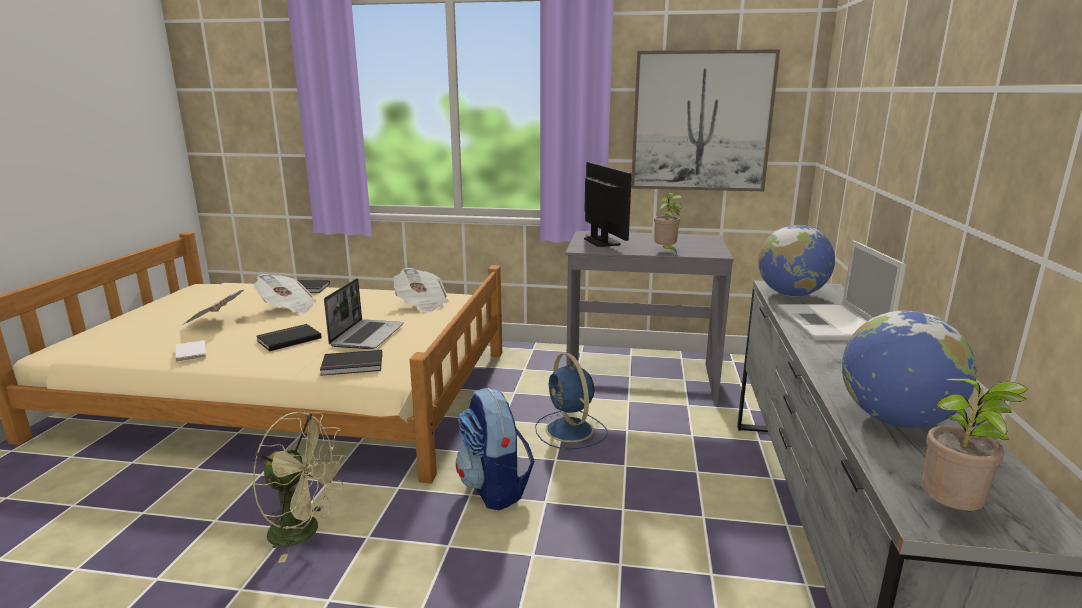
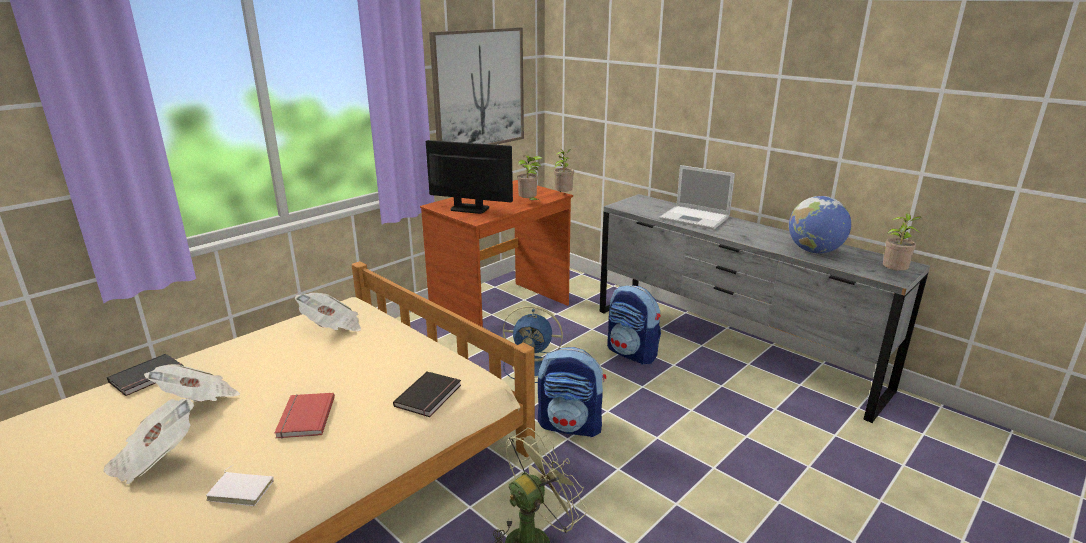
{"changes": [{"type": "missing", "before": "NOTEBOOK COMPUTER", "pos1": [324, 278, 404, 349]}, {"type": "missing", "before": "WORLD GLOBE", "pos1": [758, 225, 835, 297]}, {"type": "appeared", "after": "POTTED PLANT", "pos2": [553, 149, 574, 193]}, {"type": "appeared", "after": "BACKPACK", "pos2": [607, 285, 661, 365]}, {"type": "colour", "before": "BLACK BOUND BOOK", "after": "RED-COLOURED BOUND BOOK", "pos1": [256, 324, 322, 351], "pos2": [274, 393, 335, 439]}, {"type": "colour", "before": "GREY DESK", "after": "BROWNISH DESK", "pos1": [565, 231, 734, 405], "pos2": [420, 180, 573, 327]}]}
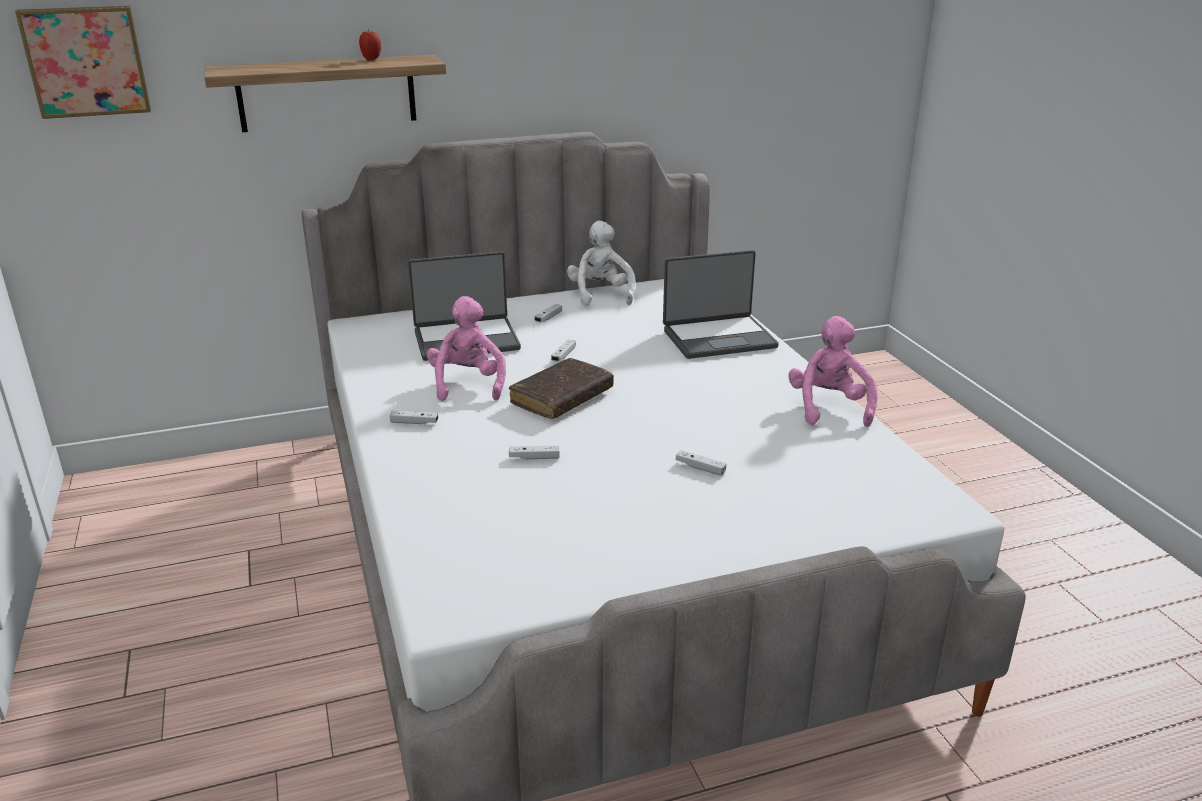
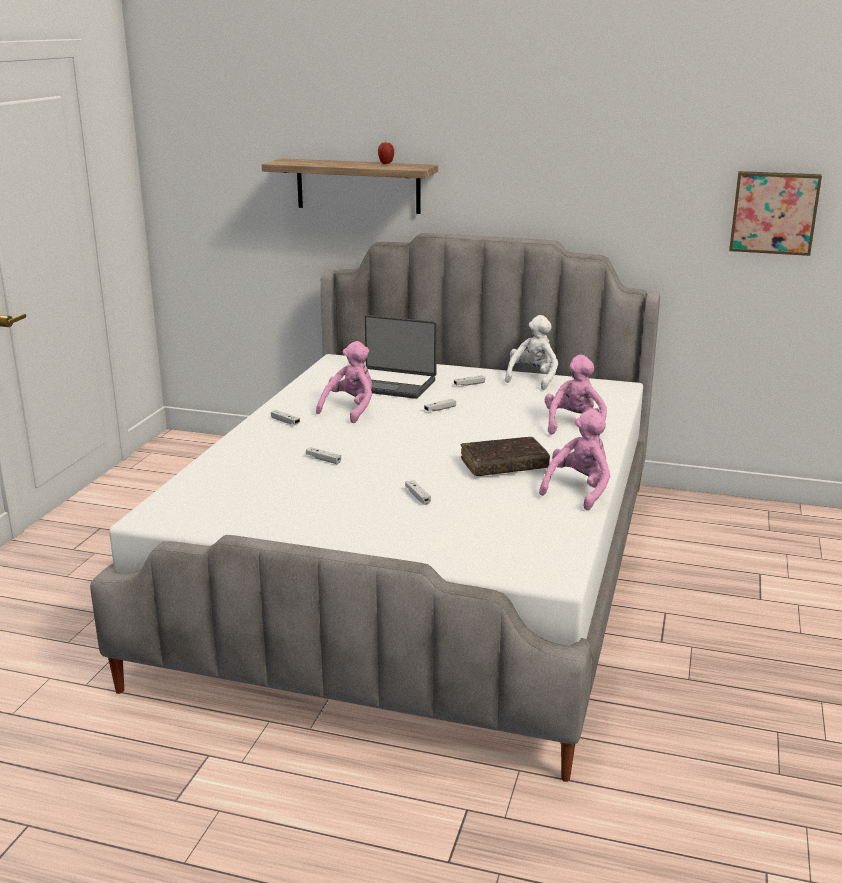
{"changes": [{"type": "relocated", "before": "WALL ART", "pos1": [15, 6, 151, 119], "pos2": [729, 171, 822, 256]}, {"type": "relocated", "before": "BROWNISH BOUND BOOK", "pos1": [509, 358, 614, 419], "pos2": [461, 437, 550, 476]}, {"type": "exchanged", "before": "NOTEBOOK COMPUTER", "after": "PINKISH PLUSH TOY", "pos1": [663, 250, 779, 359], "pos2": [545, 355, 607, 435]}]}
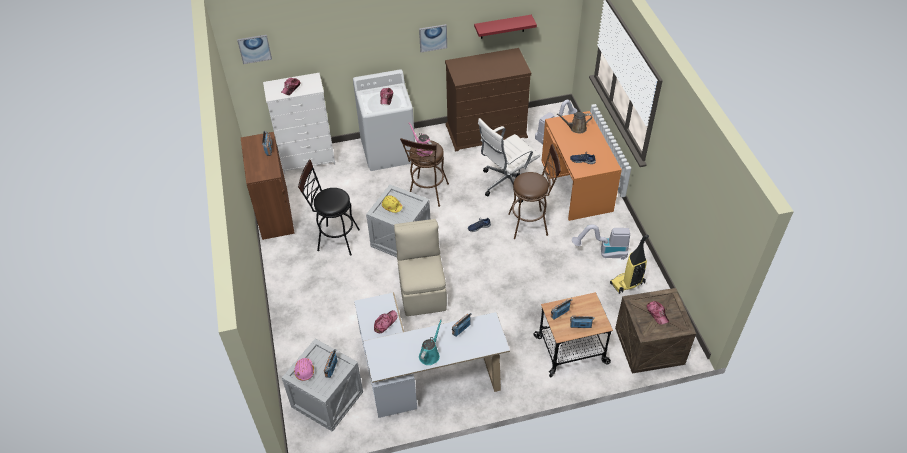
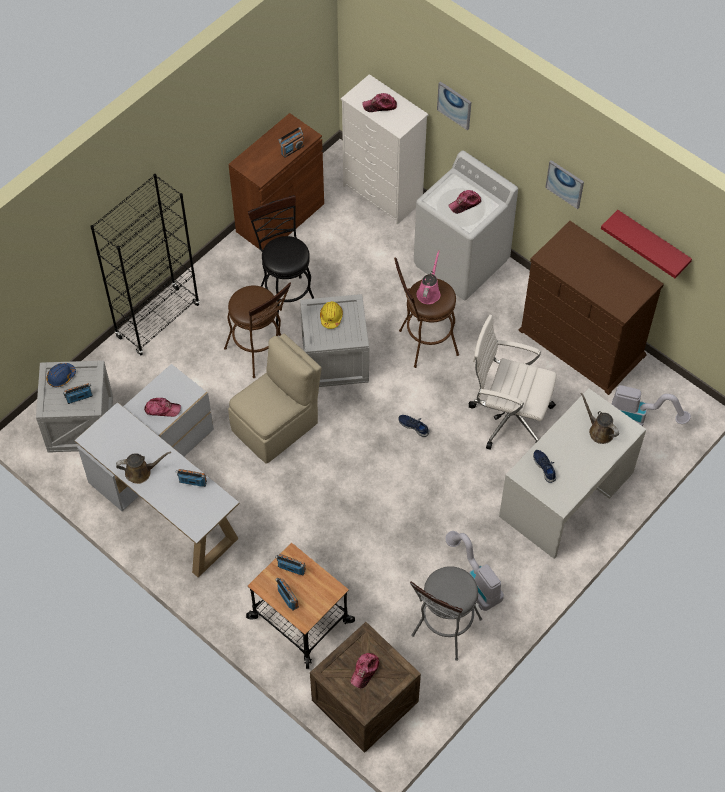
{"changes": [{"type": "appeared", "after": "BLACK BOOKSHELF", "pos2": [90, 174, 200, 355]}, {"type": "relocated", "before": "WALL ART", "pos1": [237, 35, 272, 64], "pos2": [437, 81, 471, 130]}, {"type": "relocated", "before": "BROWNISH STOOL SEAT", "pos1": [508, 144, 561, 239], "pos2": [224, 282, 291, 378]}, {"type": "exchanged", "before": "HOOVER", "after": "GREY STOOL SEAT", "pos1": [610, 235, 649, 294], "pos2": [410, 566, 482, 661]}, {"type": "colour", "before": "PINKISH SAFETY HELMET", "after": "BLUE-COLOURED SAFETY HELMET", "pos1": [294, 358, 314, 381], "pos2": [46, 363, 76, 387]}, {"type": "colour", "before": "TURQUOISE WATERING CAN", "after": "BROWNISH WATERING CAN", "pos1": [419, 319, 442, 365], "pos2": [116, 451, 171, 484]}, {"type": "colour", "before": "ORANGE DESK", "after": "WHITE-COLOURED DESK", "pos1": [542, 111, 622, 221], "pos2": [499, 388, 646, 559]}]}
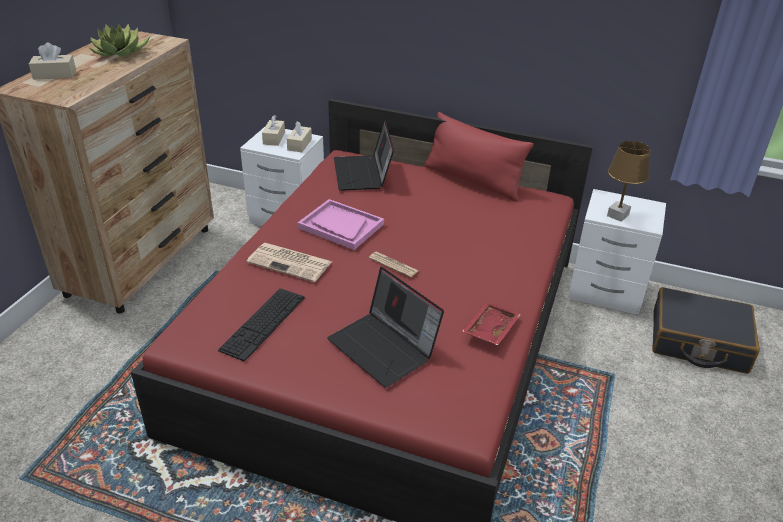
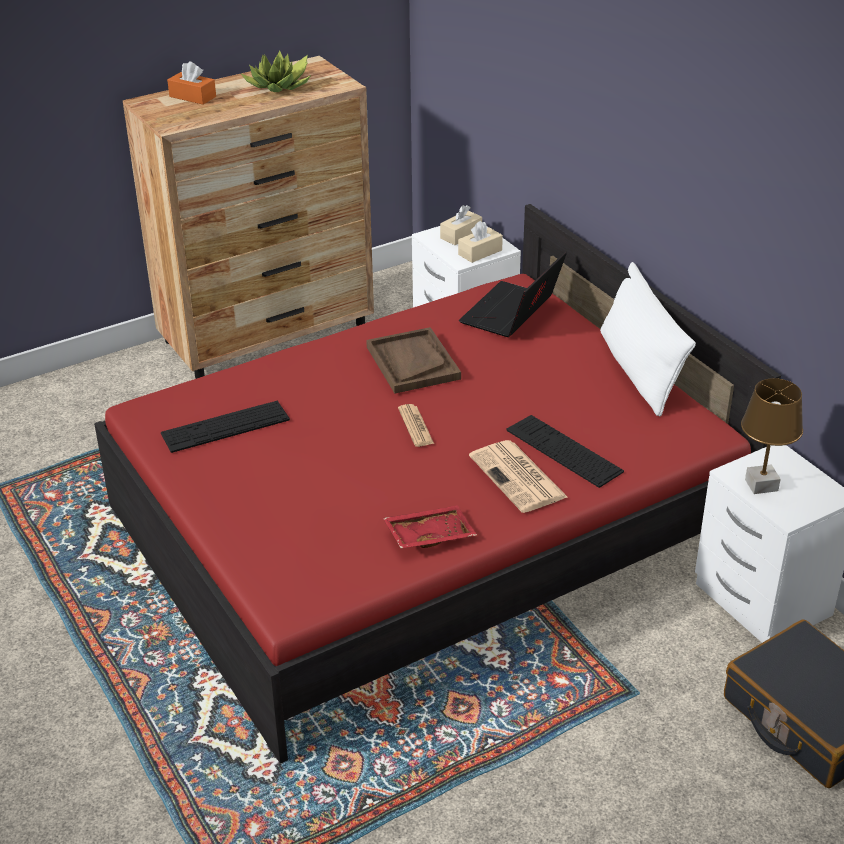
{"changes": [{"type": "missing", "before": "NOTEBOOK COMPUTER", "pos1": [327, 267, 444, 388]}, {"type": "appeared", "after": "COMPUTER KEYBOARD", "pos2": [507, 415, 624, 488]}, {"type": "relocated", "before": "NEWSPAPER", "pos1": [246, 243, 332, 282], "pos2": [469, 440, 567, 513]}, {"type": "colour", "before": "BEIGE-COLOURED BOX OF TISSUES", "after": "ORANGE BOX OF TISSUES", "pos1": [29, 43, 76, 80], "pos2": [167, 61, 216, 105]}, {"type": "colour", "before": "PINKISH SERVING TRAY", "after": "BROWNISH SERVING TRAY", "pos1": [298, 199, 384, 250], "pos2": [366, 327, 461, 394]}, {"type": "colour", "before": "RED-COLOURED THROW PILLOW", "after": "WHITE-COLOURED THROW PILLOW", "pos1": [424, 112, 533, 201], "pos2": [600, 262, 696, 416]}]}
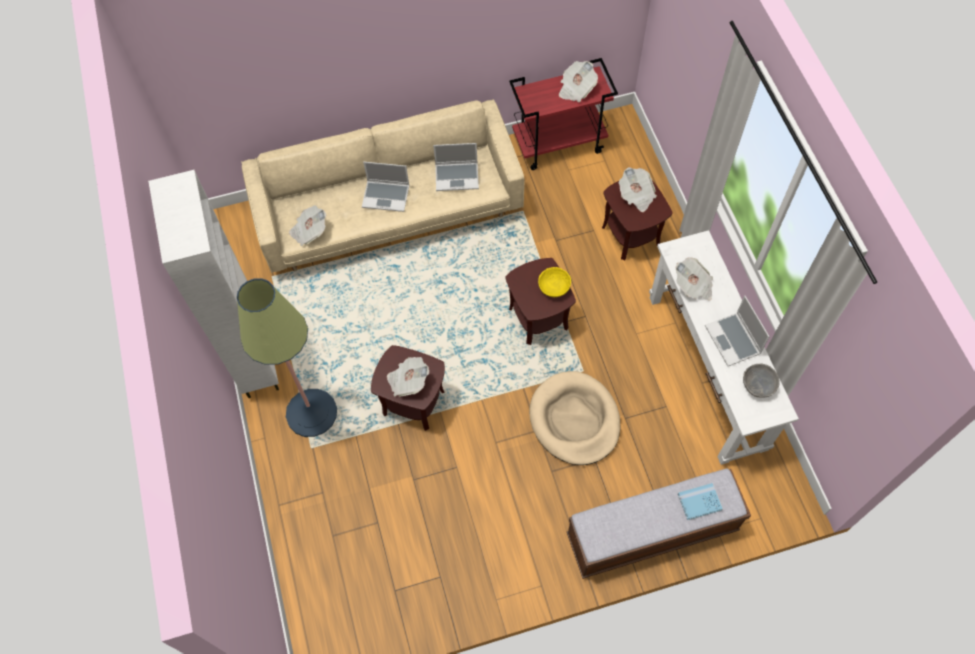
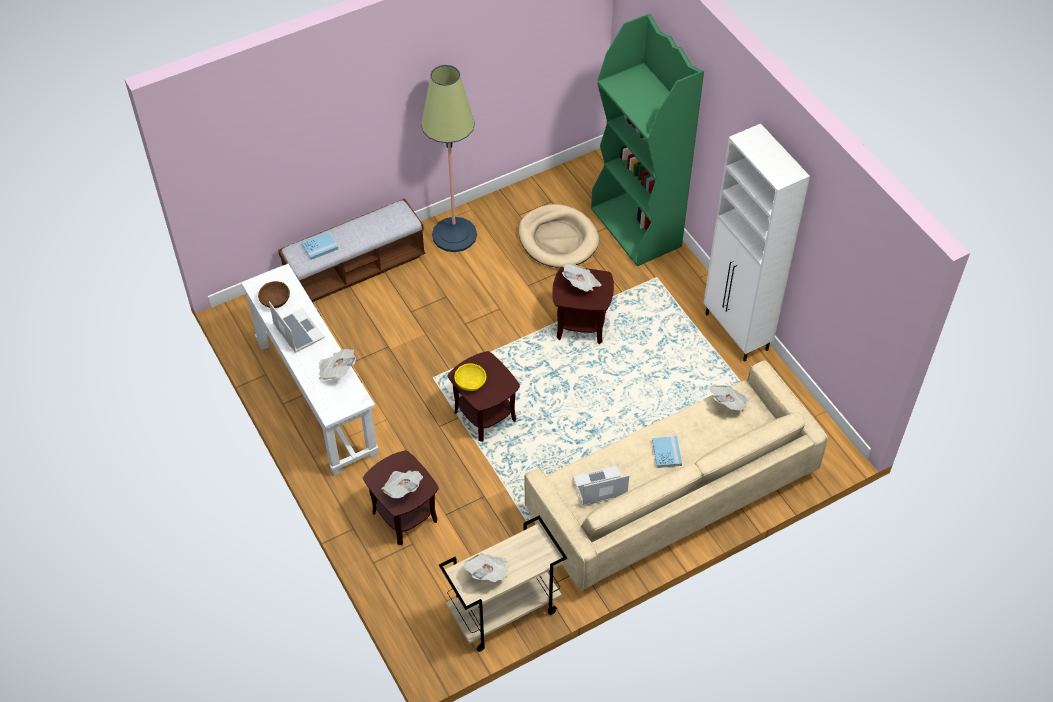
{"changes": [{"type": "appeared", "after": "GREEN-COLOURED BOOKSHELF", "pos2": [591, 14, 704, 266]}, {"type": "relocated", "before": "STANDING LAMP", "pos1": [237, 278, 337, 437], "pos2": [421, 65, 477, 252]}, {"type": "relocated", "before": "BEIGE-COLOURED DOG CUSHION", "pos1": [529, 371, 620, 465], "pos2": [519, 204, 599, 268]}, {"type": "exchanged", "before": "NOTEBOOK COMPUTER", "after": "BLUE-COLOURED BOUND BOOK", "pos1": [362, 162, 409, 212], "pos2": [652, 436, 682, 468]}, {"type": "colour", "before": "RED-COLOURED WHEELED CART", "after": "BEIGE-COLOURED WHEELED CART", "pos1": [509, 58, 618, 170], "pos2": [439, 516, 567, 652]}, {"type": "colour", "before": "GREY BOWL", "after": "BROWNISH BOWL", "pos1": [743, 364, 780, 398], "pos2": [258, 281, 290, 308]}]}
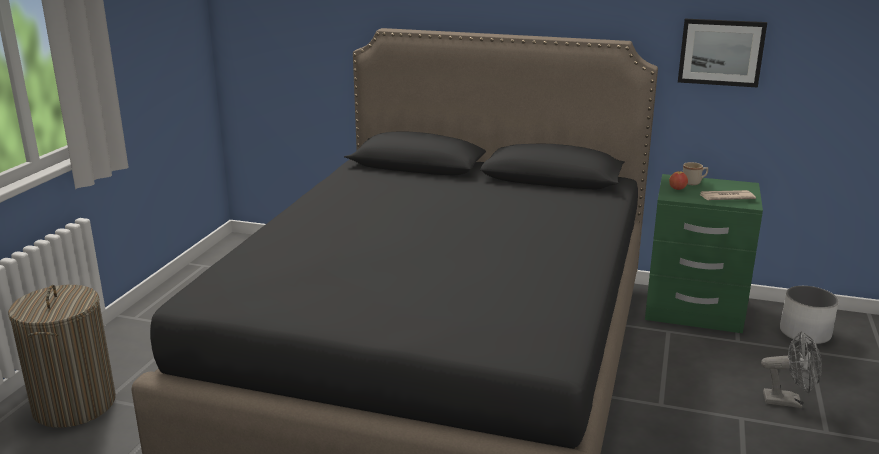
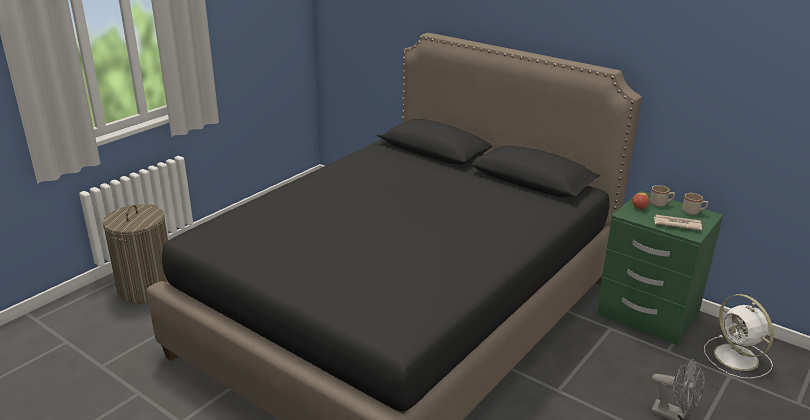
{"changes": [{"type": "missing", "before": "WALL ART", "pos1": [678, 19, 767, 88]}, {"type": "appeared", "after": "BEIGE-COLOURED MUG", "pos2": [682, 193, 708, 215]}, {"type": "exchanged", "before": "WHITE-COLOURED FLOWER POT", "after": "WHITE-COLOURED ELECTRIC FAN", "pos1": [780, 286, 839, 344], "pos2": [704, 294, 774, 379]}]}
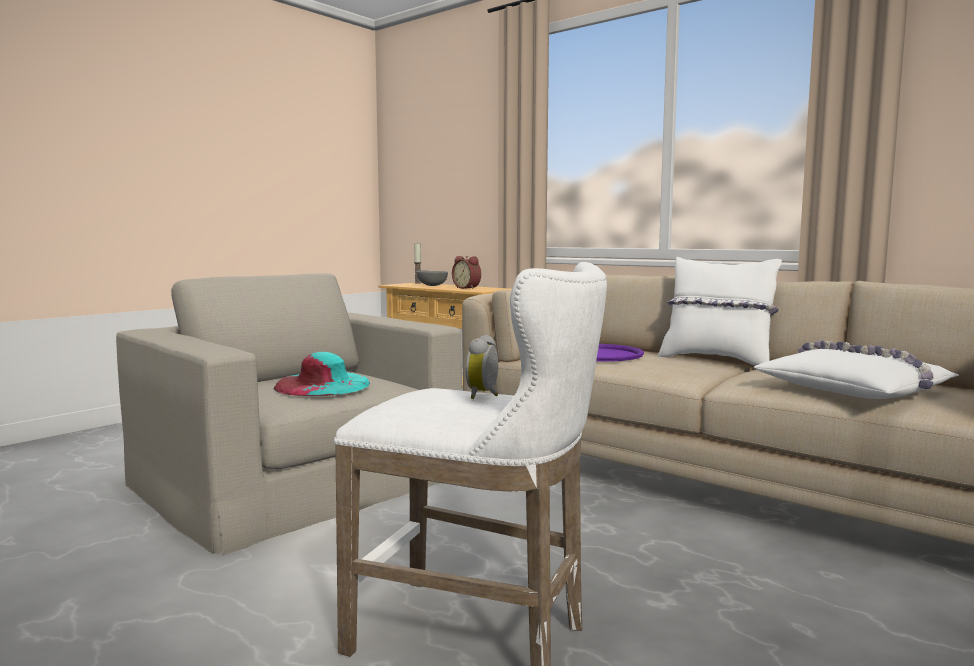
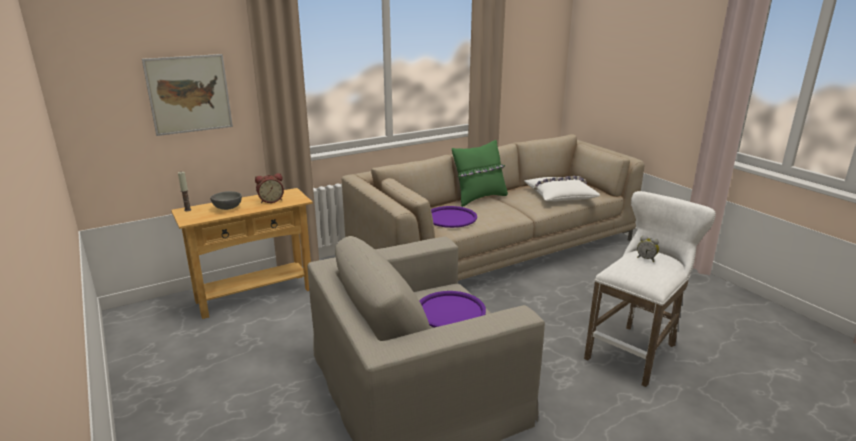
{"changes": [{"type": "appeared", "after": "WALL ART", "pos2": [142, 54, 233, 136]}, {"type": "exchanged", "before": "TURQUOISE CLOTHING HAT", "after": "PURPLE SERVING TRAY", "pos1": [273, 352, 370, 396], "pos2": [419, 291, 486, 328]}, {"type": "colour", "before": "WHITE-COLOURED THROW PILLOW", "after": "GREEN-COLOURED THROW PILLOW", "pos1": [658, 257, 782, 366], "pos2": [452, 140, 508, 207]}]}
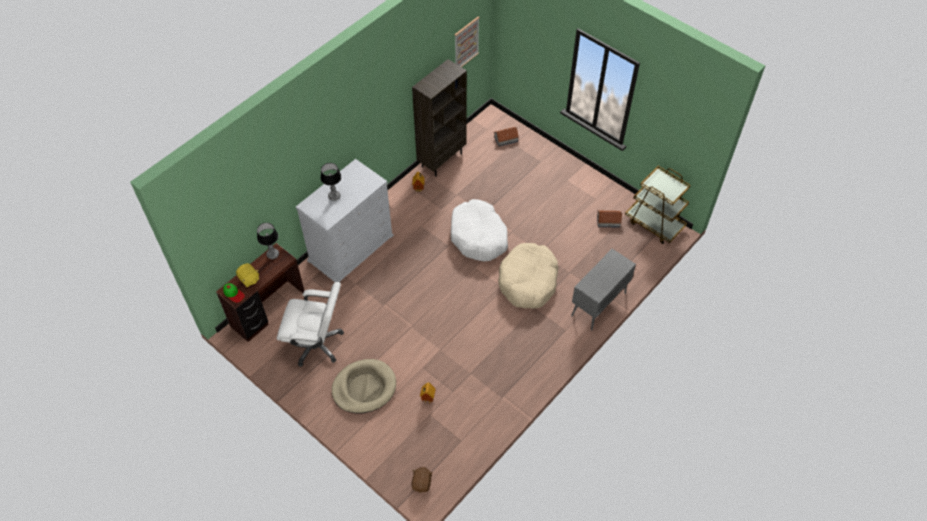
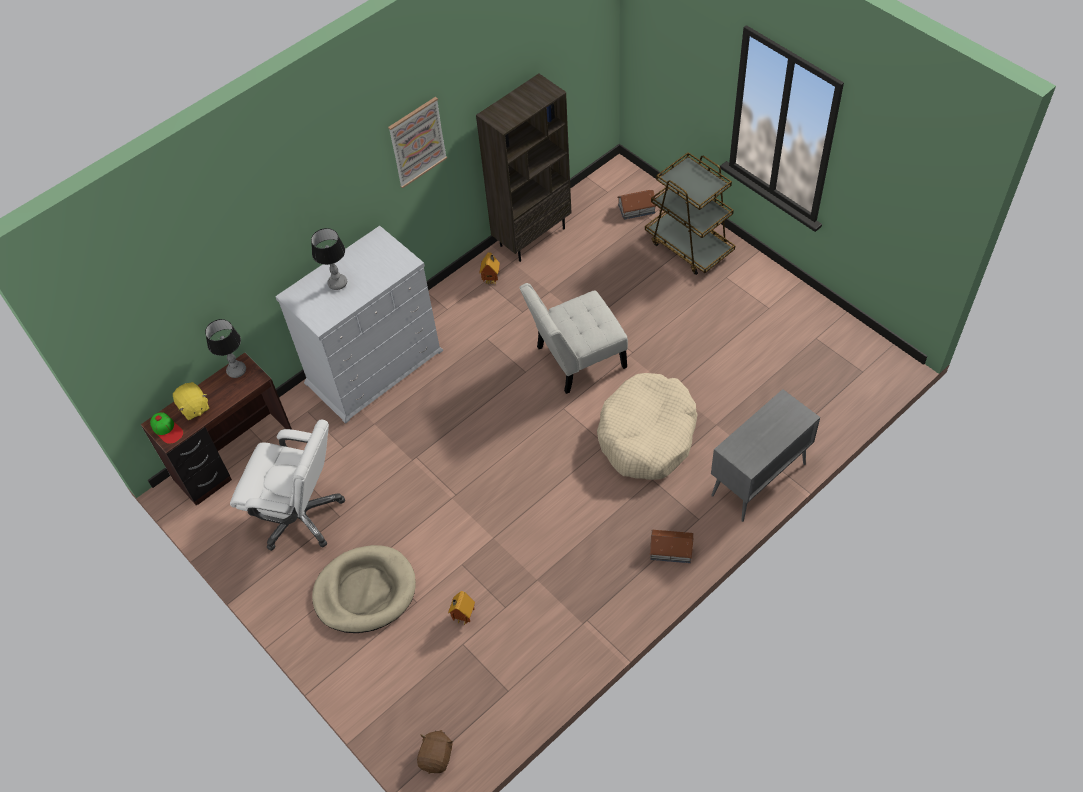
{"changes": [{"type": "relocated", "before": "WALL ART", "pos1": [454, 17, 480, 67], "pos2": [388, 97, 447, 188]}, {"type": "relocated", "before": "MINIATURE HOUSE", "pos1": [597, 211, 622, 228], "pos2": [649, 529, 694, 563]}, {"type": "relocated", "before": "BROWNISH WHEELED CART", "pos1": [625, 166, 690, 244], "pos2": [645, 152, 735, 275]}, {"type": "exchanged", "before": "WHITE-COLOURED DOG CUSHION", "after": "WHITE-COLOURED UPRIGHT CHAIR", "pos1": [451, 199, 508, 262], "pos2": [519, 283, 628, 394]}]}
